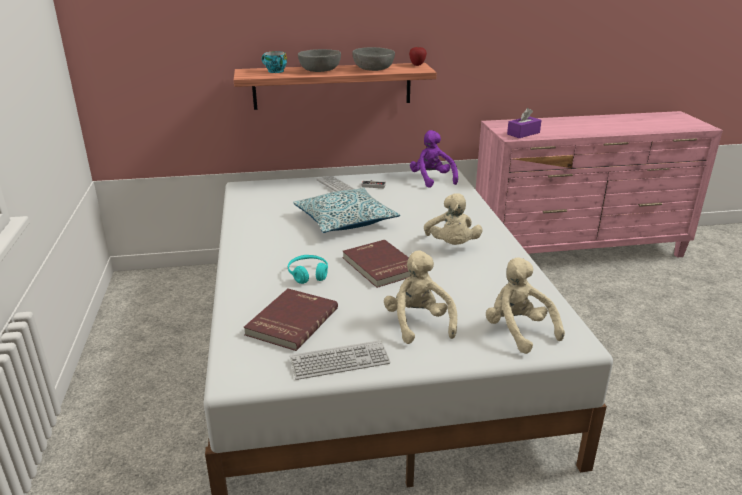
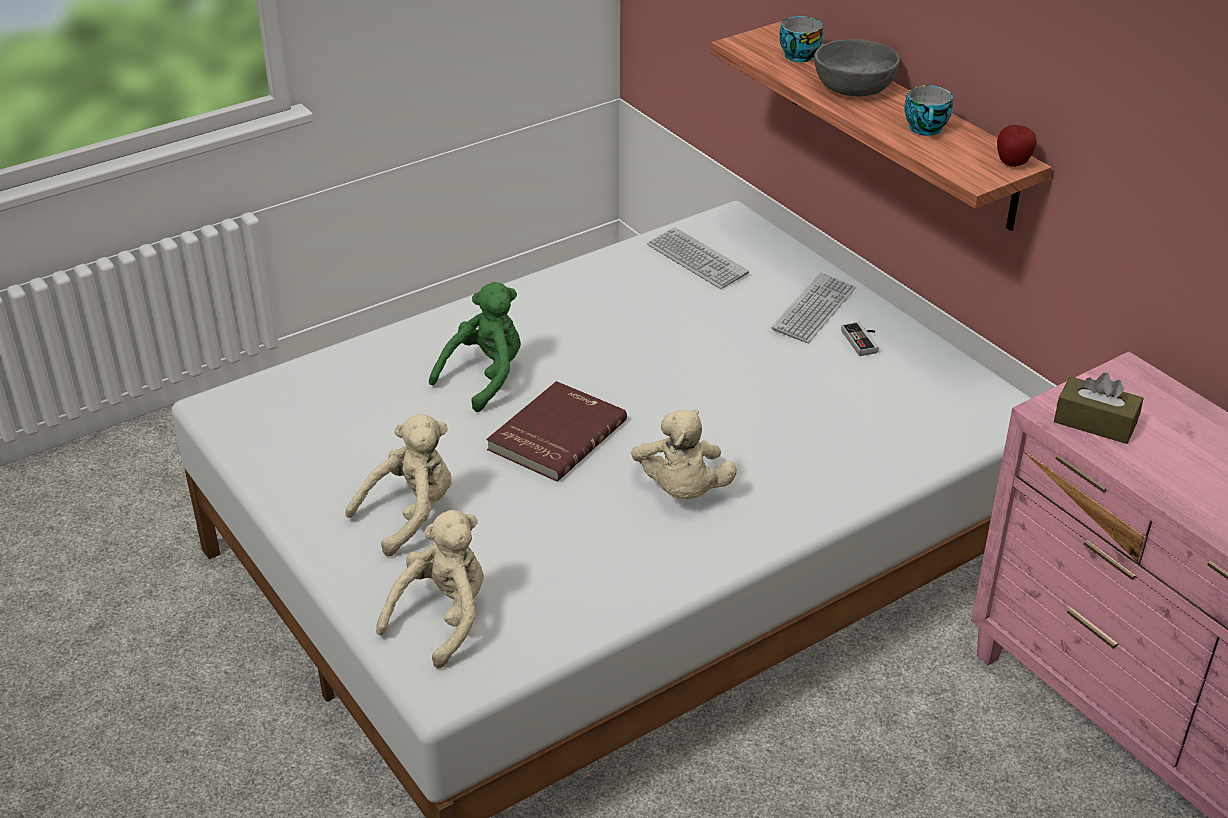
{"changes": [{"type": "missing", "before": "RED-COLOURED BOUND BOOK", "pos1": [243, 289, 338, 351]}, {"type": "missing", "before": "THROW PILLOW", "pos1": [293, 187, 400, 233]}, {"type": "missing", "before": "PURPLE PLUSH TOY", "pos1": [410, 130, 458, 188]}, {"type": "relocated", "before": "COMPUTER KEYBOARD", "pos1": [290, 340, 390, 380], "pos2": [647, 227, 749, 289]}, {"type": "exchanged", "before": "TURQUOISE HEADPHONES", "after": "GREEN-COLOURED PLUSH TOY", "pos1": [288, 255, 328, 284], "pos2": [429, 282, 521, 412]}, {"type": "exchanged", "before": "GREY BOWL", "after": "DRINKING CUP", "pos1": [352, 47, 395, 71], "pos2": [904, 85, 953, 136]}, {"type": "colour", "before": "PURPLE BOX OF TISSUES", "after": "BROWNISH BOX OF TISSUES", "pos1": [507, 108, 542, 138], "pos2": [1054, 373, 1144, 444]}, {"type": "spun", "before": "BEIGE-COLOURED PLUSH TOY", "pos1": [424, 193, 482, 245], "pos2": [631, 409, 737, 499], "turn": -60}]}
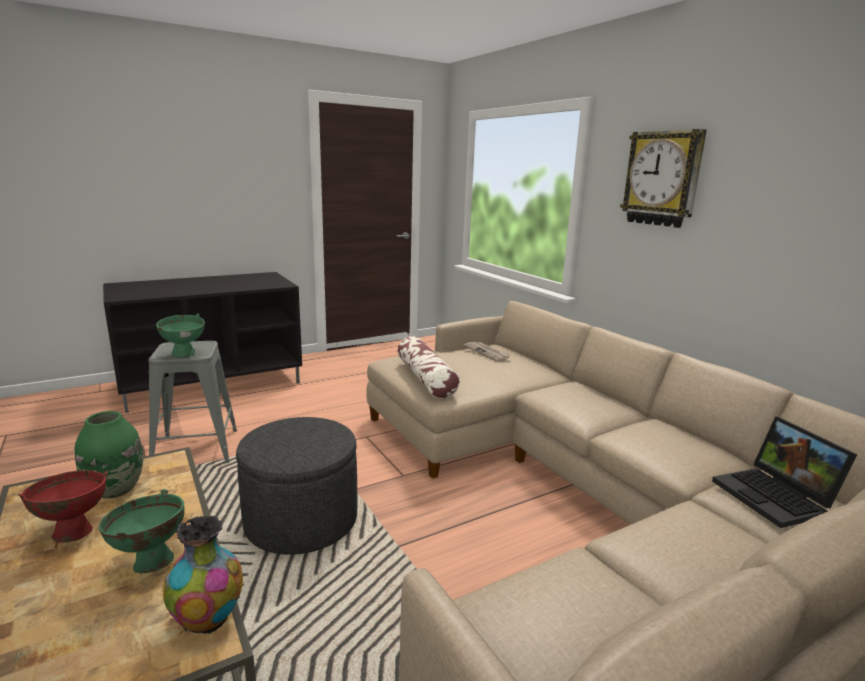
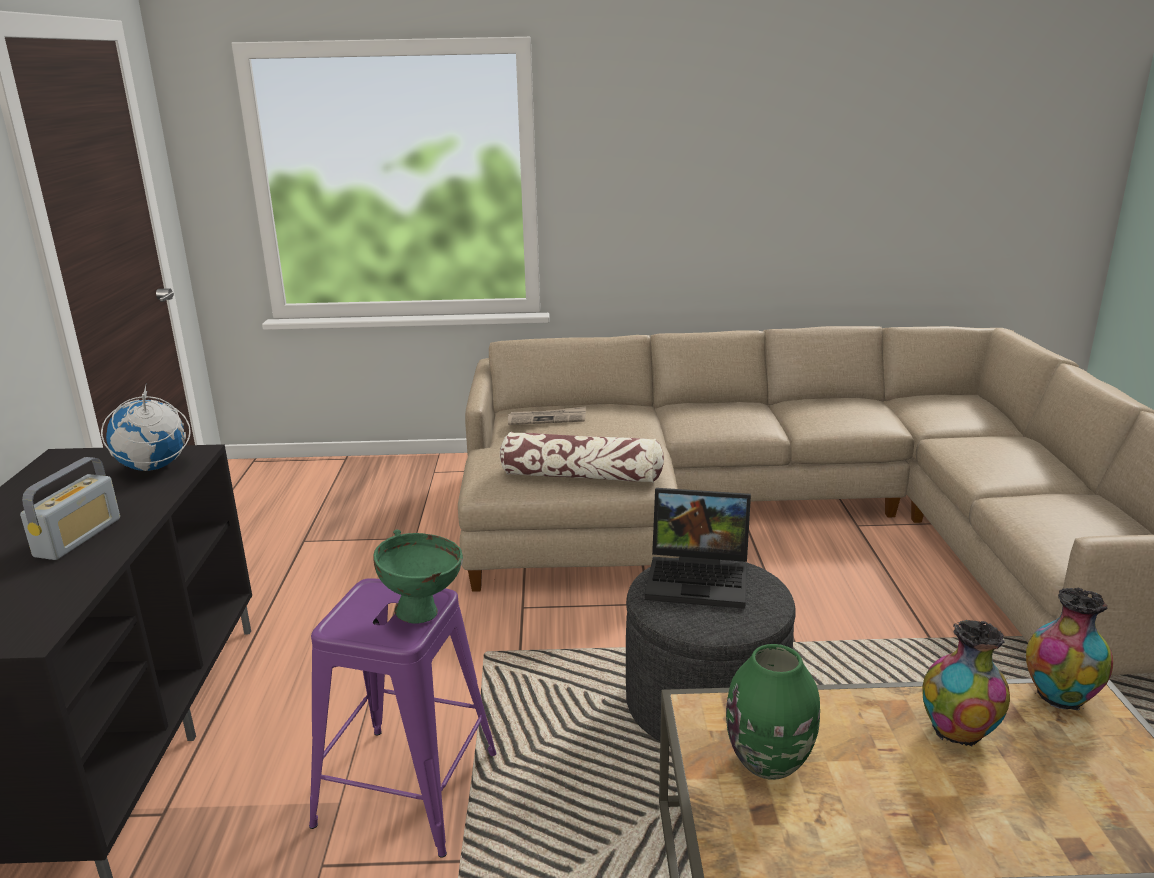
{"changes": [{"type": "missing", "before": "RED-COLOURED BOWL", "pos1": [18, 470, 108, 543]}, {"type": "missing", "before": "CLOCK ON THE WALL", "pos1": [620, 129, 707, 228]}, {"type": "appeared", "after": "RADIO SET", "pos2": [20, 457, 120, 560]}, {"type": "appeared", "after": "WORLD GLOBE", "pos2": [101, 385, 191, 471]}, {"type": "relocated", "before": "NOTEBOOK COMPUTER", "pos1": [712, 416, 858, 528], "pos2": [645, 488, 751, 609]}, {"type": "exchanged", "before": "GREEN-COLOURED BOWL", "after": "FLOWER VASE", "pos1": [98, 489, 185, 573], "pos2": [922, 620, 1010, 747]}, {"type": "colour", "before": "GREY STOOL SEAT", "after": "PURPLE STOOL SEAT", "pos1": [149, 341, 237, 463], "pos2": [309, 578, 497, 858]}]}
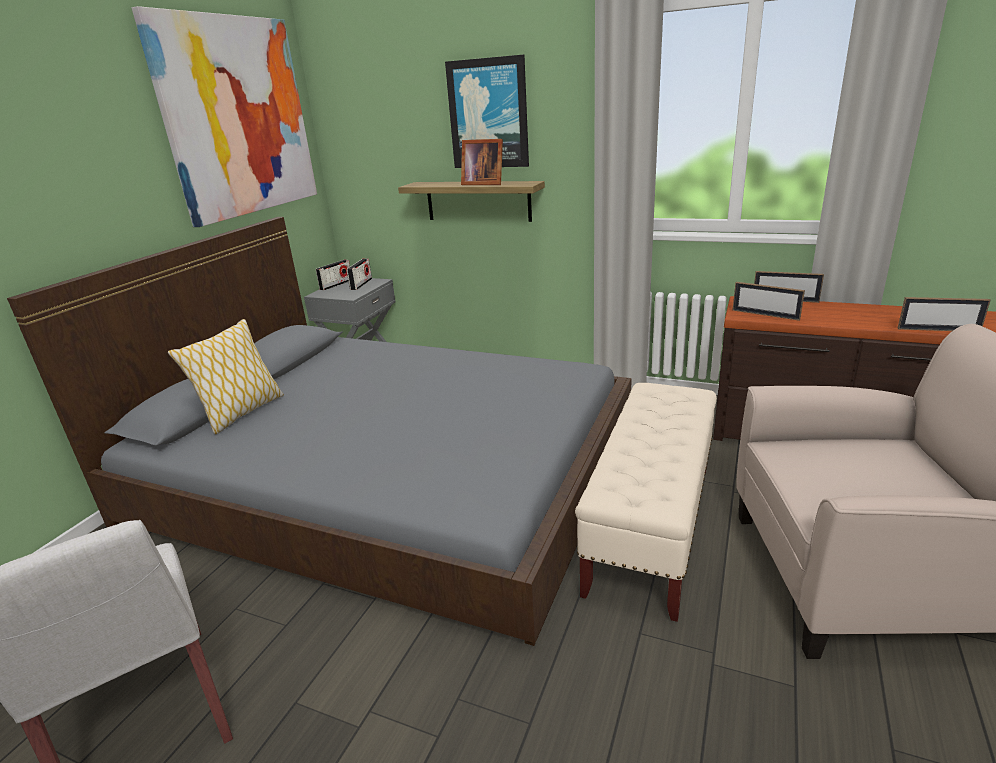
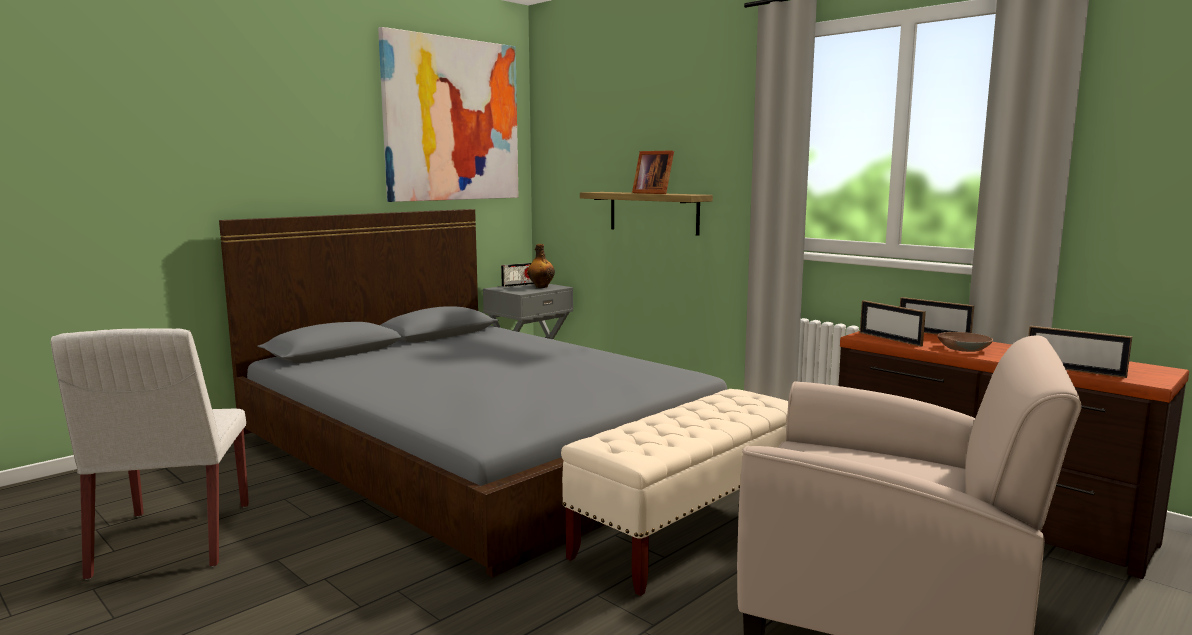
{"changes": [{"type": "missing", "before": "THROW PILLOW", "pos1": [168, 319, 284, 434]}, {"type": "missing", "before": "WALL ART", "pos1": [445, 55, 529, 168]}, {"type": "appeared", "after": "BROWNISH BOWL", "pos2": [937, 332, 993, 352]}, {"type": "exchanged", "before": "RADIO SET", "after": "BOTTLE", "pos1": [347, 259, 372, 290], "pos2": [527, 244, 555, 288]}]}
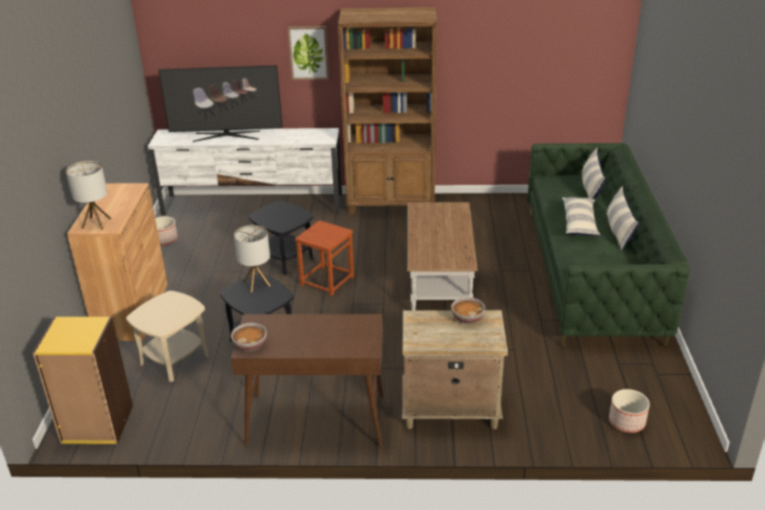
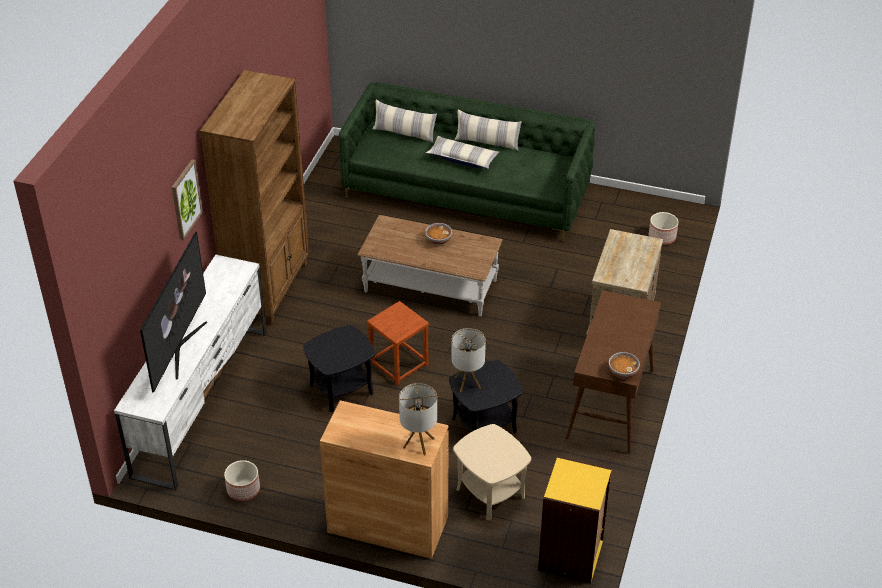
{"changes": [{"type": "relocated", "before": "BOWL", "pos1": [451, 297, 485, 324], "pos2": [425, 223, 452, 245]}]}
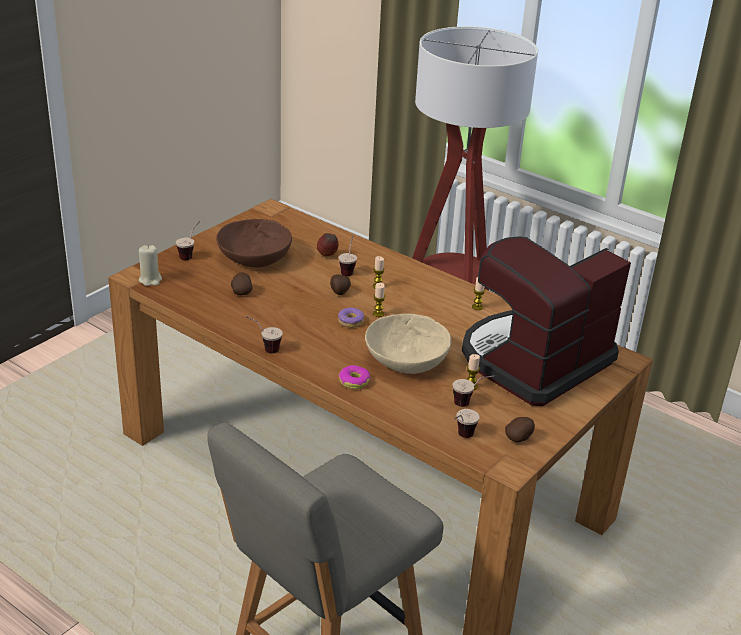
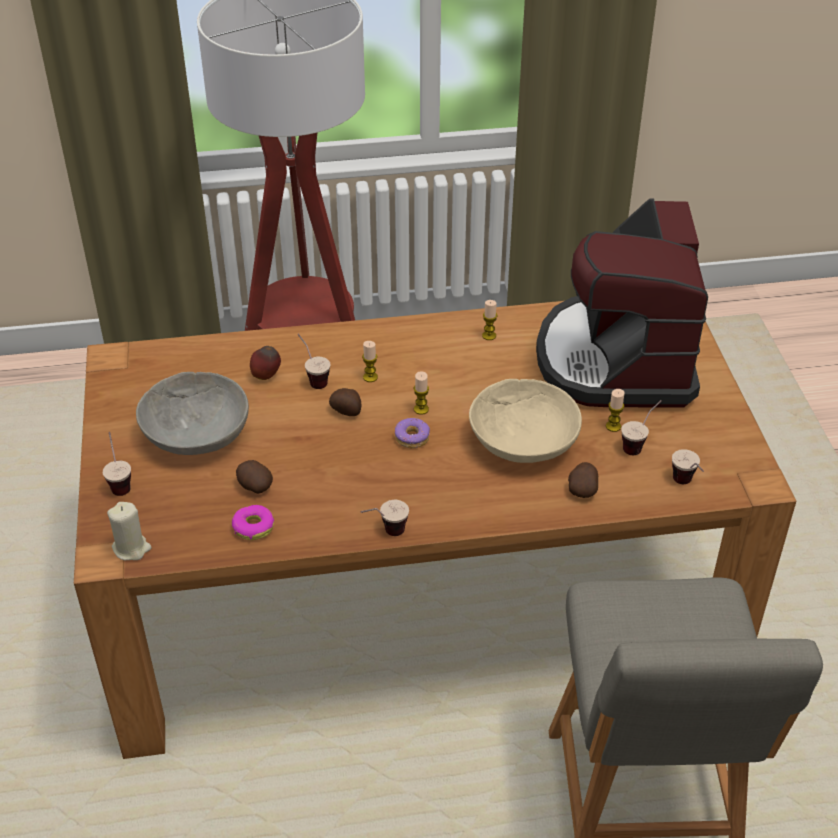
{"changes": [{"type": "relocated", "before": "DOUGHNUT", "pos1": [339, 365, 370, 389], "pos2": [232, 505, 274, 540]}, {"type": "relocated", "before": "POTATO", "pos1": [505, 417, 535, 442], "pos2": [568, 462, 598, 498]}, {"type": "colour", "before": "BROWNISH BOWL", "after": "GREY BOWL", "pos1": [216, 219, 292, 268], "pos2": [136, 372, 249, 455]}]}
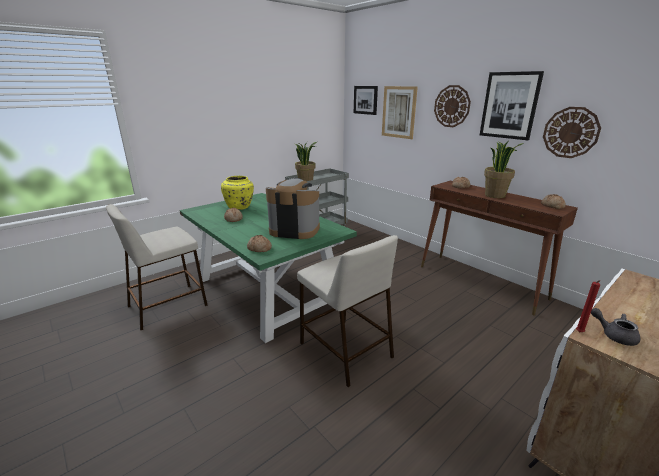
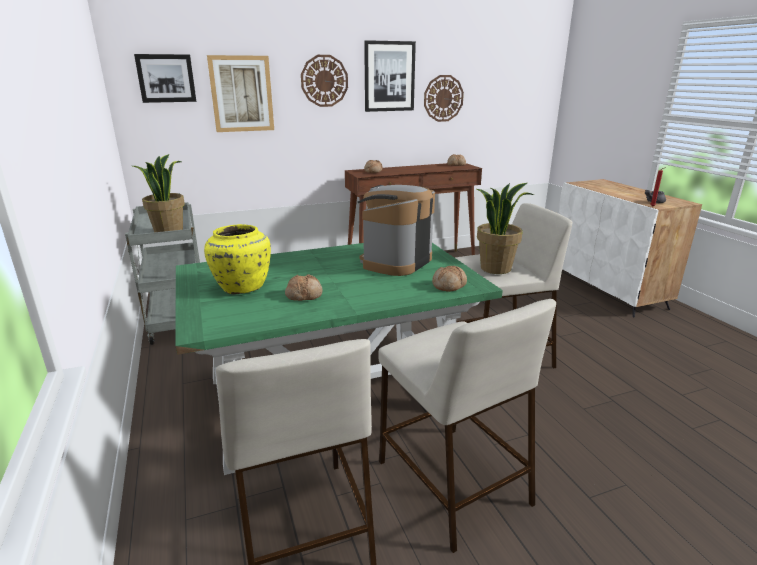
{"changes": [{"type": "appeared", "after": "BEIGE-COLOURED STOOL SEAT", "pos2": [378, 299, 556, 553]}, {"type": "relocated", "before": "POTTED PLANT", "pos1": [484, 141, 524, 198], "pos2": [477, 183, 534, 274]}]}
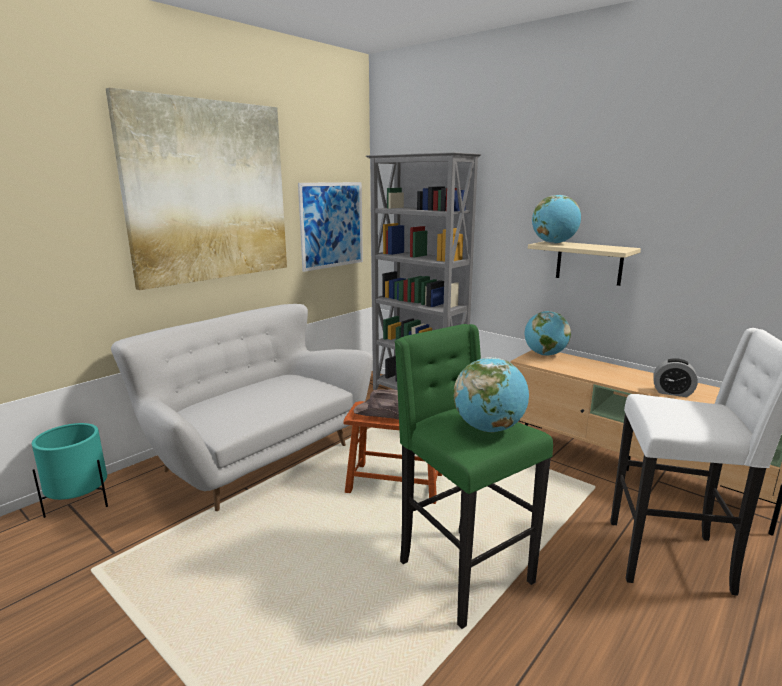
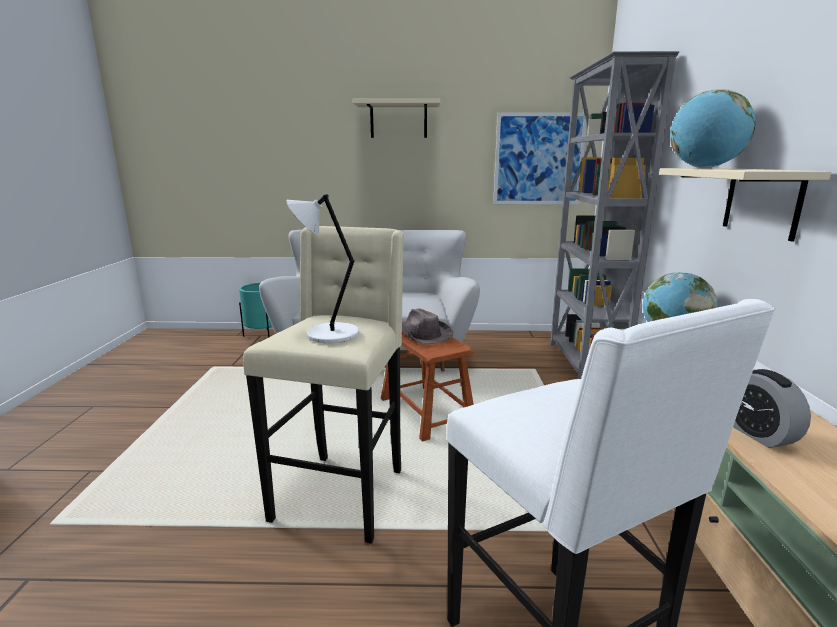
{"changes": [{"type": "exchanged", "before": "WALL ART", "after": "BEIGE-COLOURED BRACKET SHELF", "pos1": [106, 87, 287, 290], "pos2": [353, 99, 440, 138]}, {"type": "exchanged", "before": "WORLD GLOBE", "after": "WHITE-COLOURED LAMP FOR A TABLE", "pos1": [453, 357, 529, 432], "pos2": [286, 194, 359, 343]}, {"type": "colour", "before": "GREEN-COLOURED STOOL SEAT", "after": "BEIGE-COLOURED STOOL SEAT", "pos1": [394, 324, 553, 629], "pos2": [243, 226, 404, 544]}]}
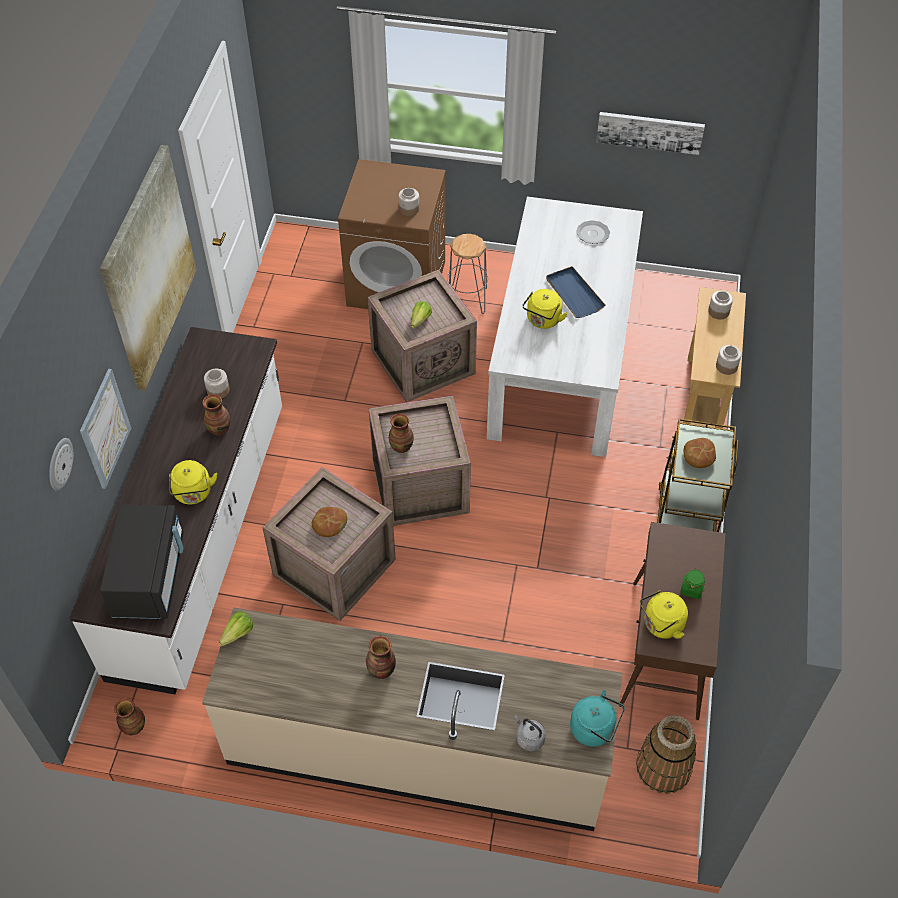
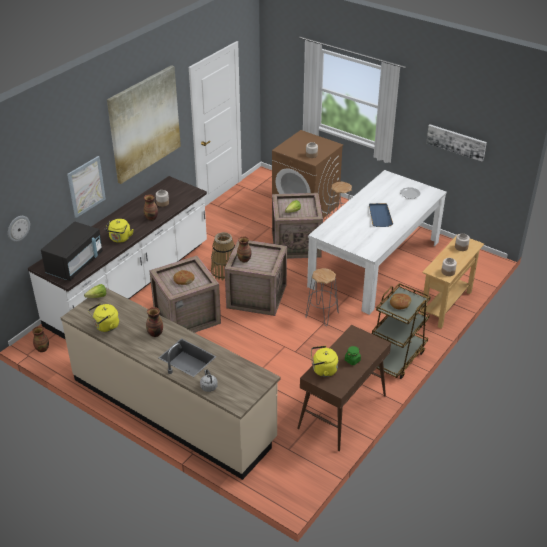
{"changes": [{"type": "missing", "before": "TURQUOISE TEA KETTLE", "pos1": [570, 690, 625, 747]}, {"type": "appeared", "after": "GREY STOOL SEAT", "pos2": [305, 268, 339, 326]}, {"type": "relocated", "before": "CLOCK ON THE WALL", "pos1": [49, 438, 73, 491], "pos2": [8, 216, 30, 242]}, {"type": "relocated", "before": "YELLOW-COLOURED TEA KETTLE", "pos1": [523, 289, 568, 329], "pos2": [88, 303, 119, 332]}, {"type": "relocated", "before": "STORAGE BASKET", "pos1": [636, 715, 696, 794], "pos2": [211, 232, 235, 280]}]}
